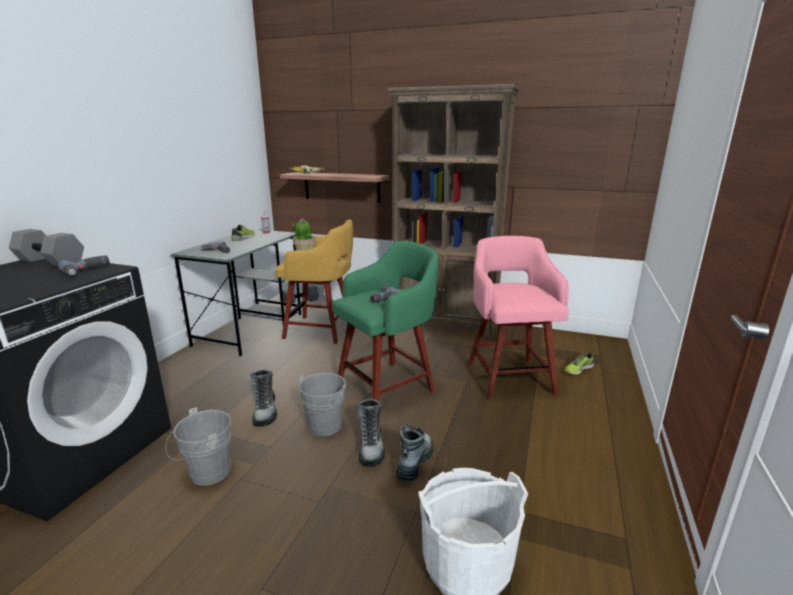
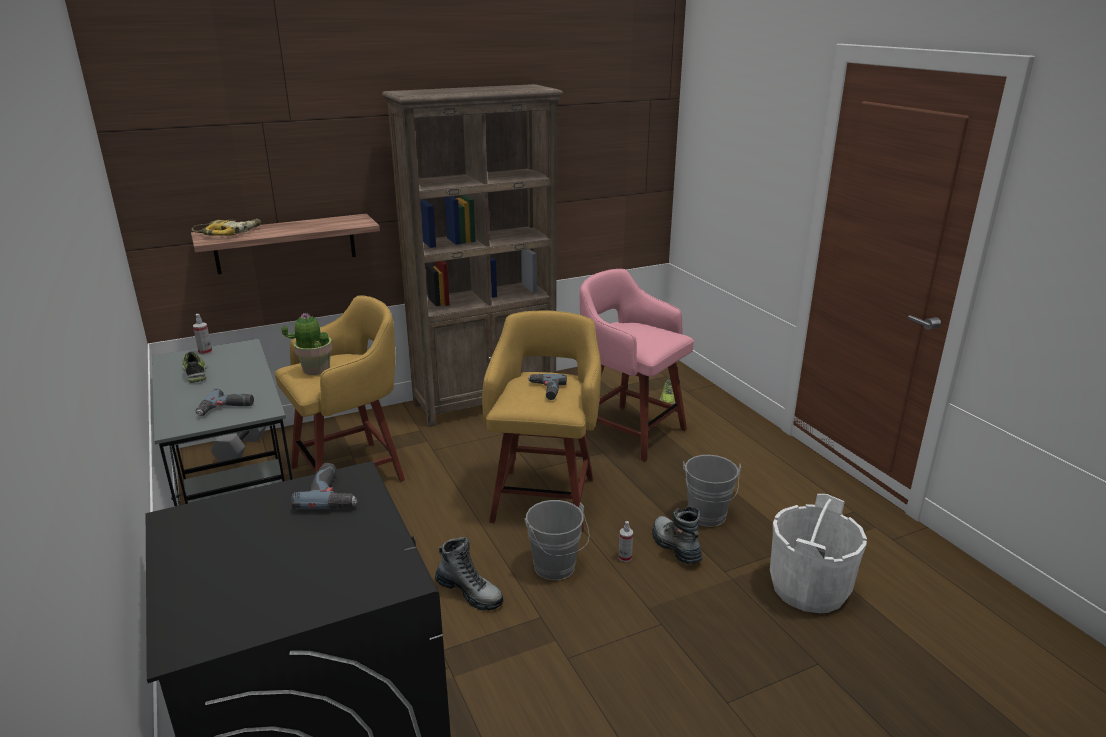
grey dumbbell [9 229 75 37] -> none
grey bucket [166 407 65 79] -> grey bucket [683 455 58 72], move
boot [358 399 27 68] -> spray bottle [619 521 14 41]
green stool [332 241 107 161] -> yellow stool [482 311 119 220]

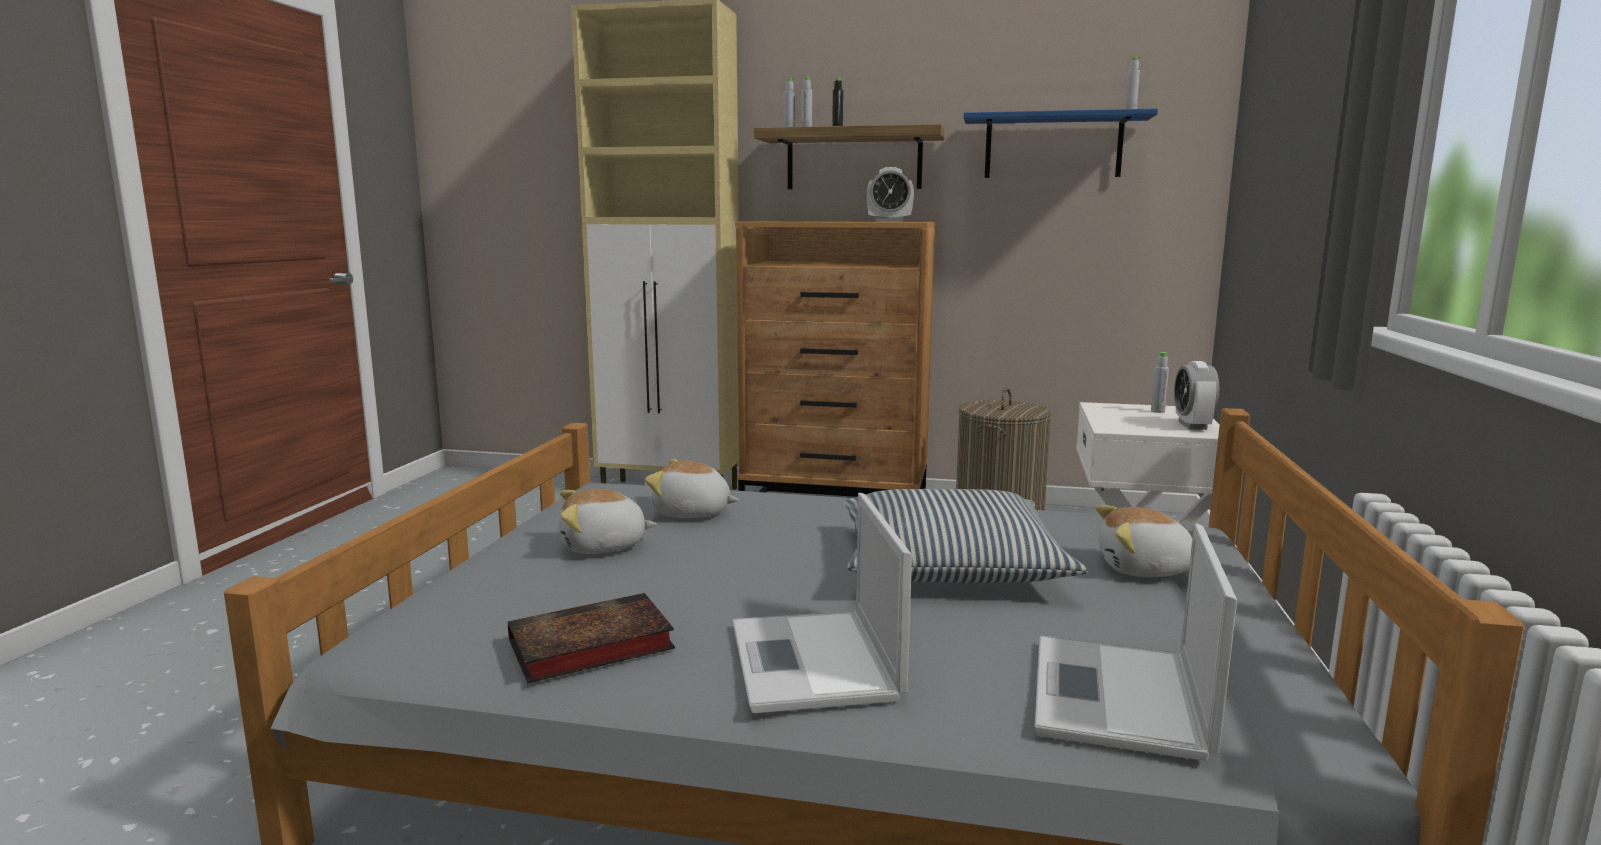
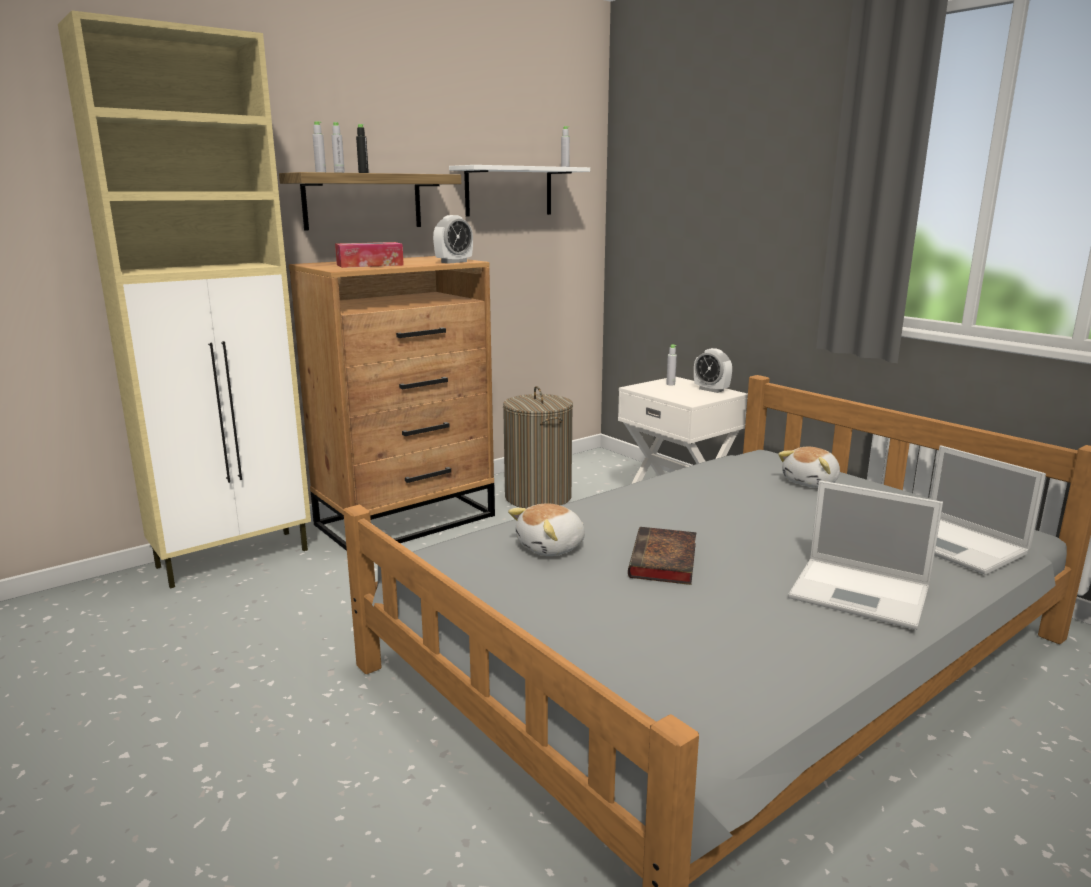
plush toy [559 489 98 65] -> none
pillow [844 489 244 94] -> none
none -> tissue box [335 242 69 26]
book [508 593 167 90] -> book [628 527 68 58], move
blue shelf [964 109 194 69] -> white shelf [449 165 141 51]

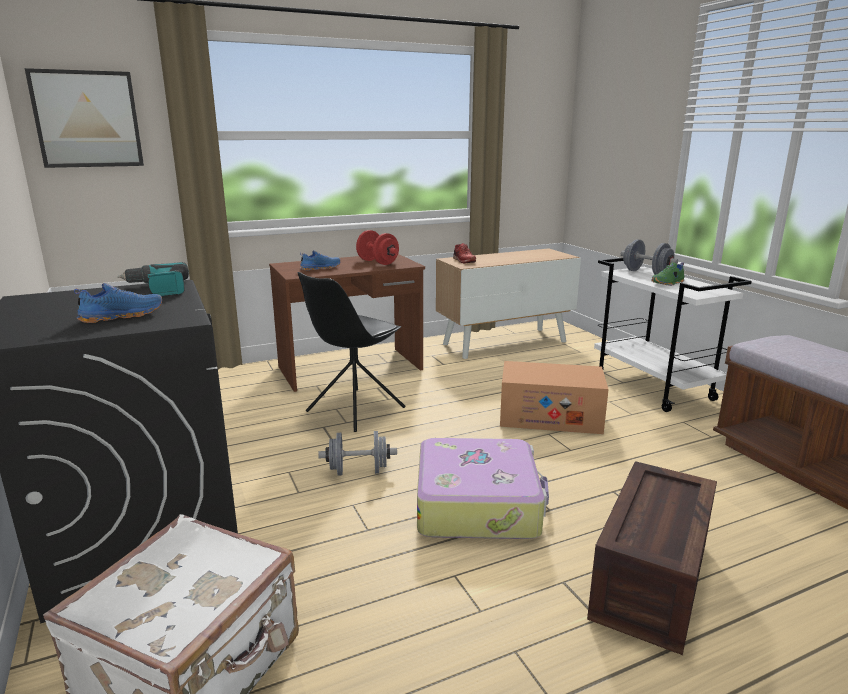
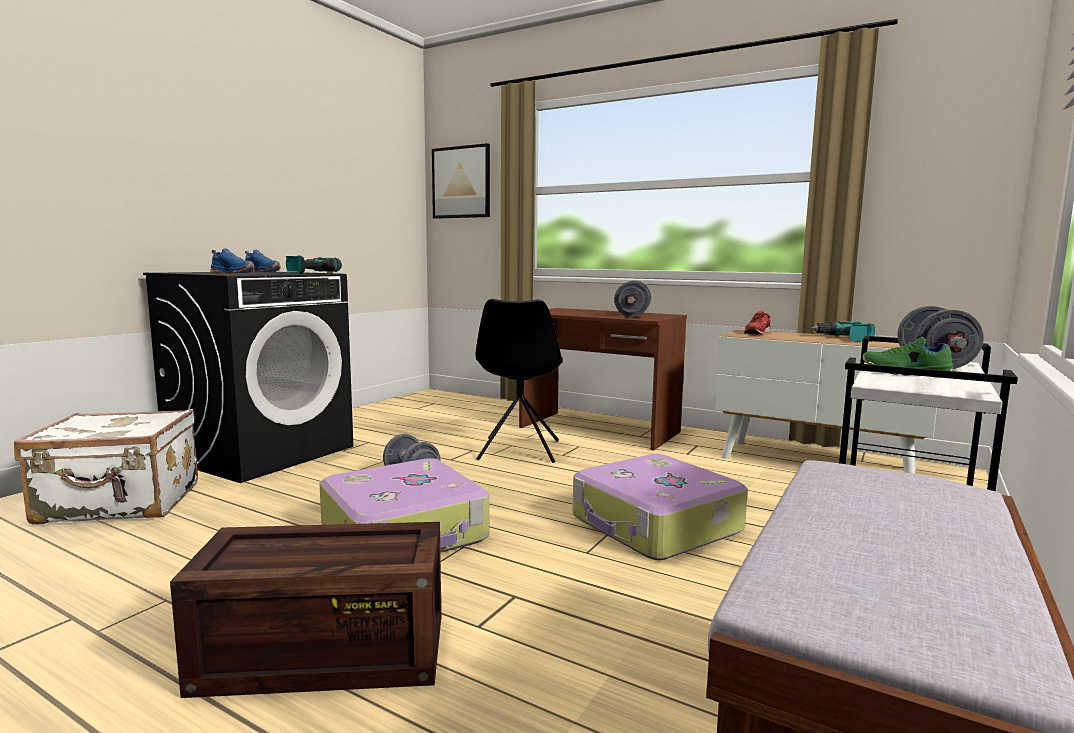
none -> power drill [811 321 64 21]
blue shoe [300 250 41 21] -> blue shoe [245 250 36 22], move
cardboard box [500 361 109 73] -> suitcase [572 454 176 106]
red dumbbell [356 230 43 35] -> grey dumbbell [614 281 37 36]
black chair [298 272 107 160] -> black chair [476 299 87 164], 90 degrees counterclockwise

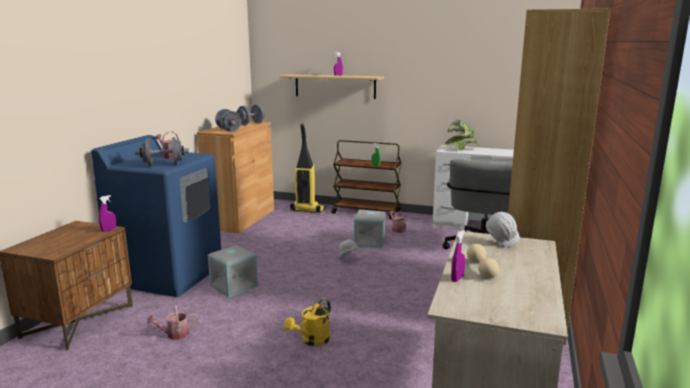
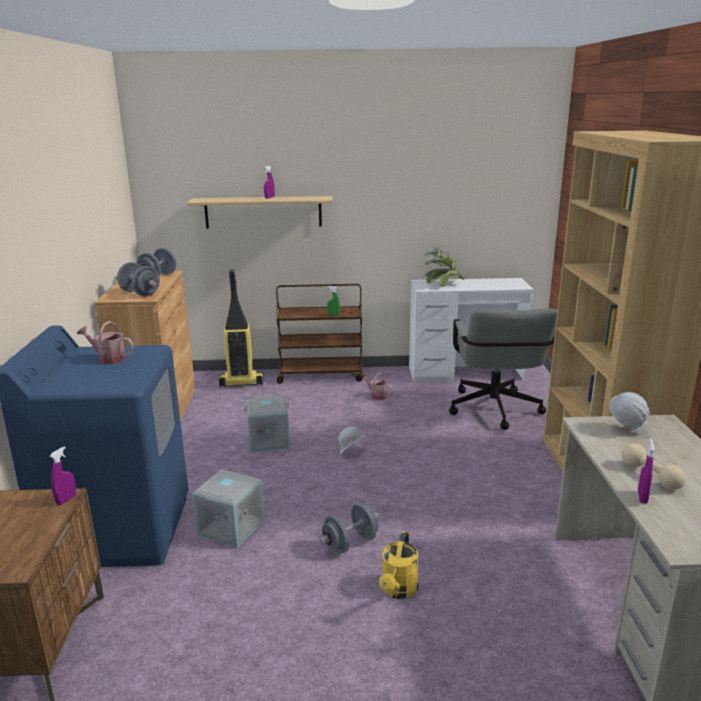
watering can [147 305 51 35] -> none
grey dumbbell [135 137 54 29] -> grey dumbbell [319 503 61 51], move
grey storage box [354 210 32 38] -> grey storage box [244 396 46 57], move

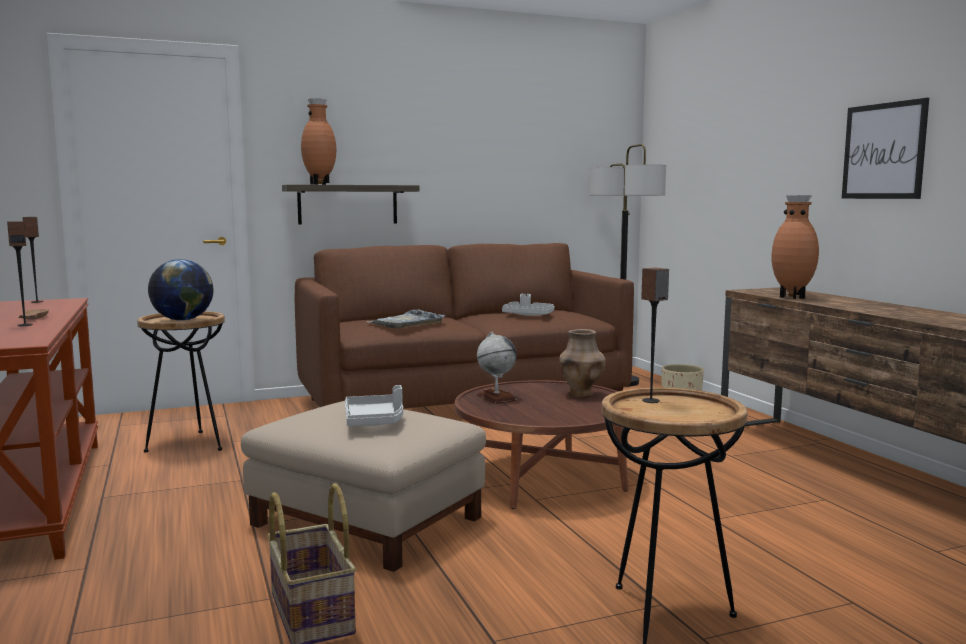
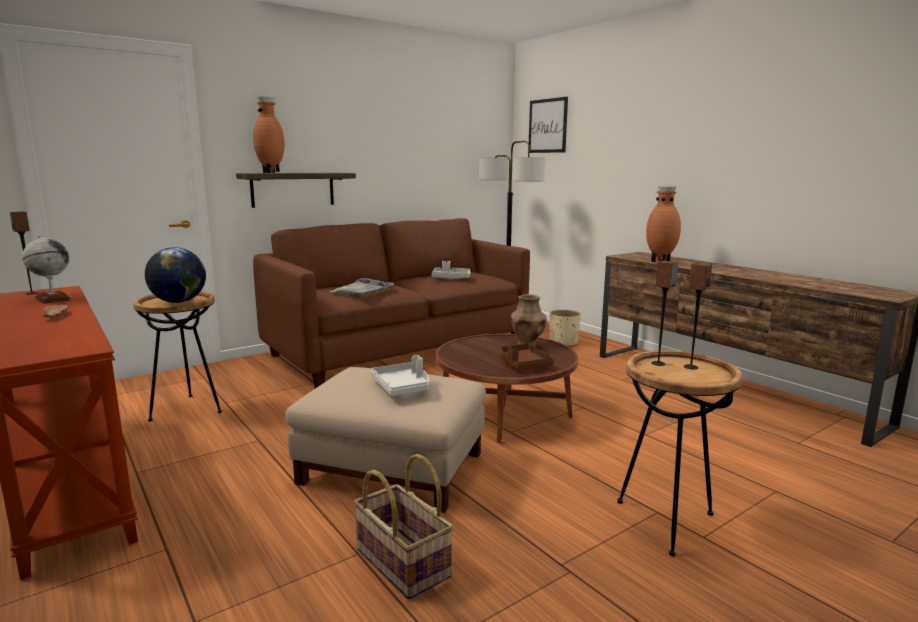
none -> brown tray [501 343 53 26]
speaker [7 221 26 105] -> speaker [684 262 28 108], move
globe [477 332 40 72] -> globe [22 235 49 69], move
picture [842 98 87 101] -> picture [529 97 39 56], move

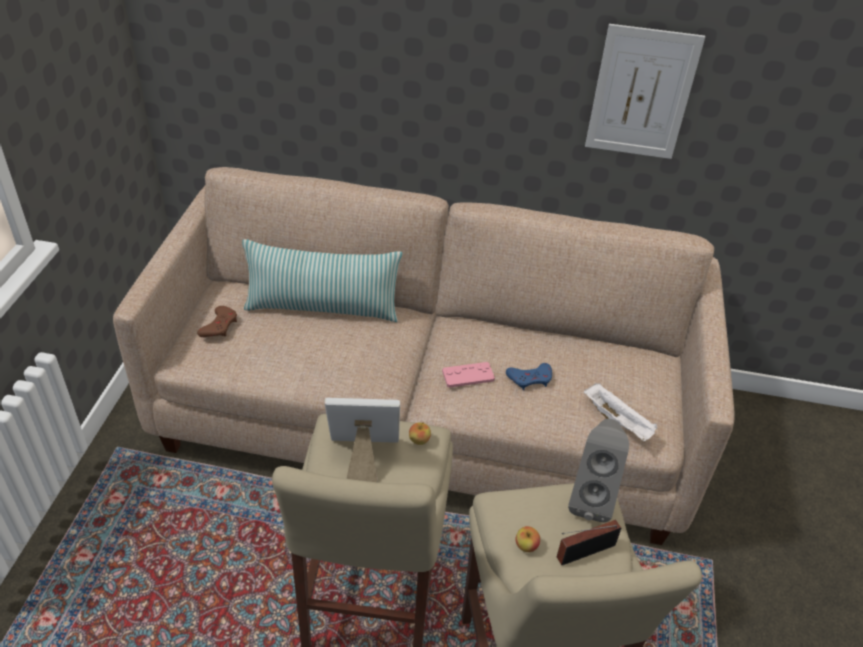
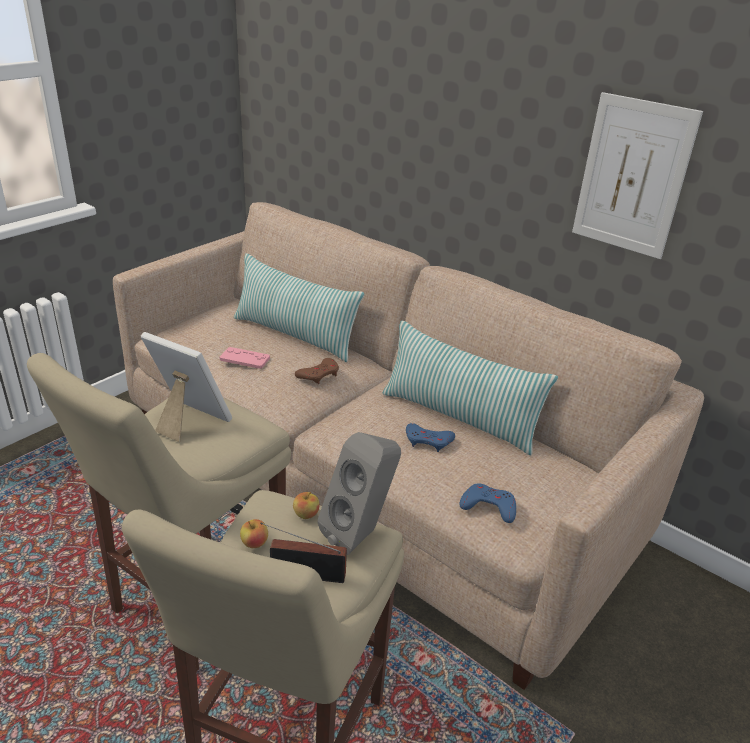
none -> pillow [383 321 175 135]
brown game controller [197 306 40 31] -> brown game controller [295 358 44 26], move
apple [409 422 22 23] -> apple [293 491 26 28], move
pink game controller [442 362 53 26] -> pink game controller [220 347 50 22], move
white tray [584 383 73 58] -> blue game controller [460 484 56 39]

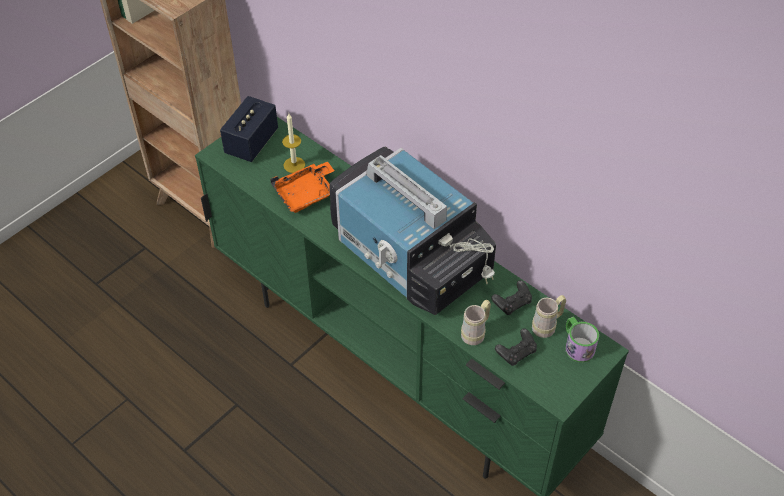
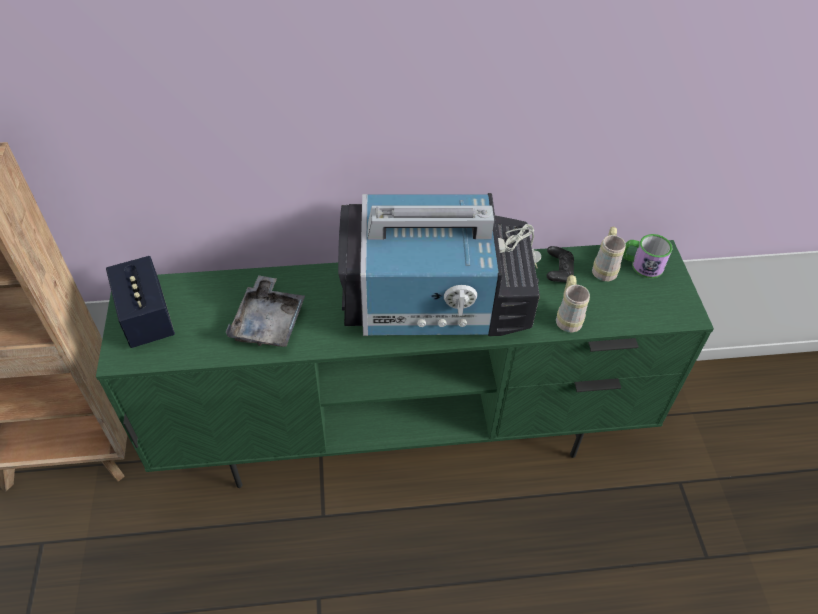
candle [282 114 23 59] -> none
black game controller [495 328 42 38] -> none
orange tray [270 161 65 52] -> grey tray [226 275 79 72]

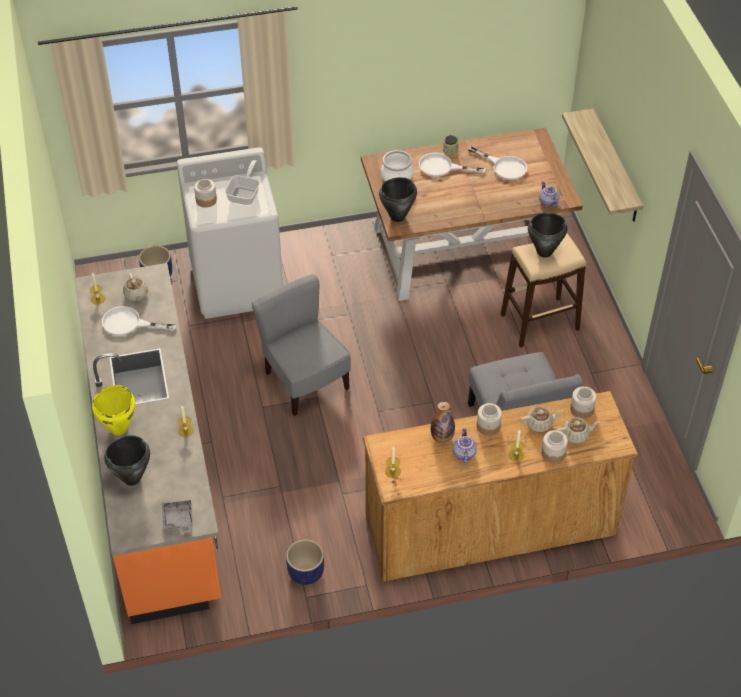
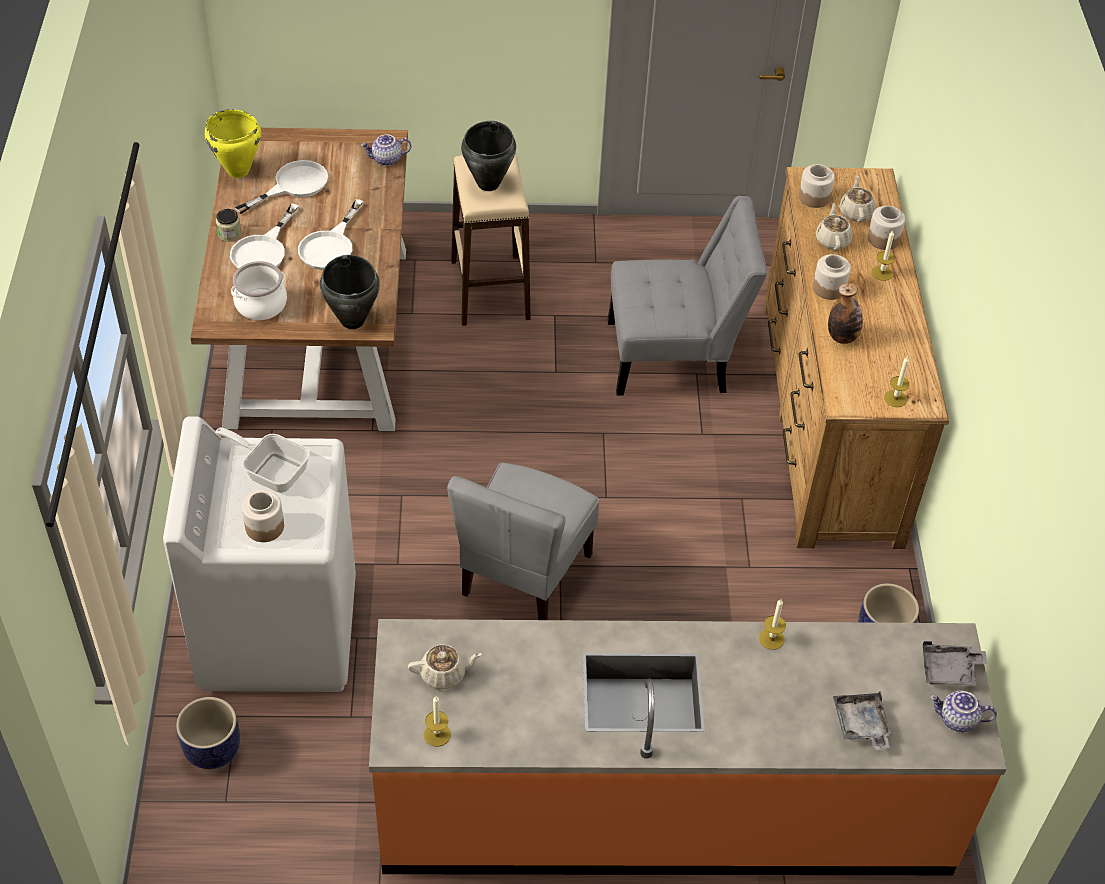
shelf [562 109 81 113] -> none
yellow cooking pot [92 385 43 50] -> yellow cooking pot [205 109 56 69], move
white frying pan [102 306 74 30] -> white frying pan [298 199 66 71], move
teapot [453 427 24 38] -> teapot [930 691 67 41], move
black cooking pot [104 435 46 51] -> grey tray [833 691 58 59]
grey chair [251 274 100 142] -> grey chair [447 463 152 157], 45 degrees counterclockwise

